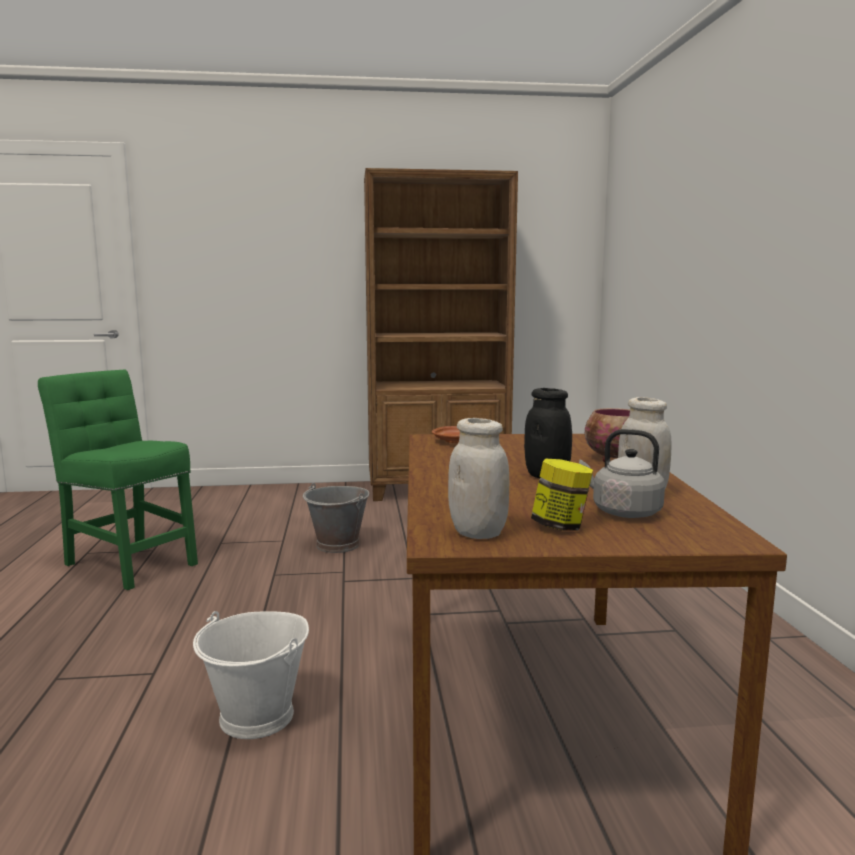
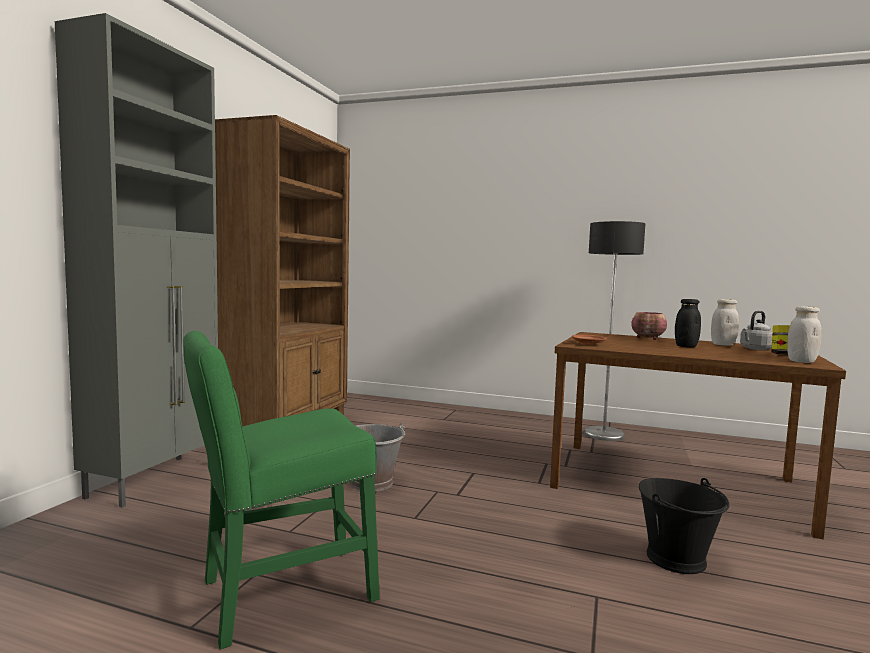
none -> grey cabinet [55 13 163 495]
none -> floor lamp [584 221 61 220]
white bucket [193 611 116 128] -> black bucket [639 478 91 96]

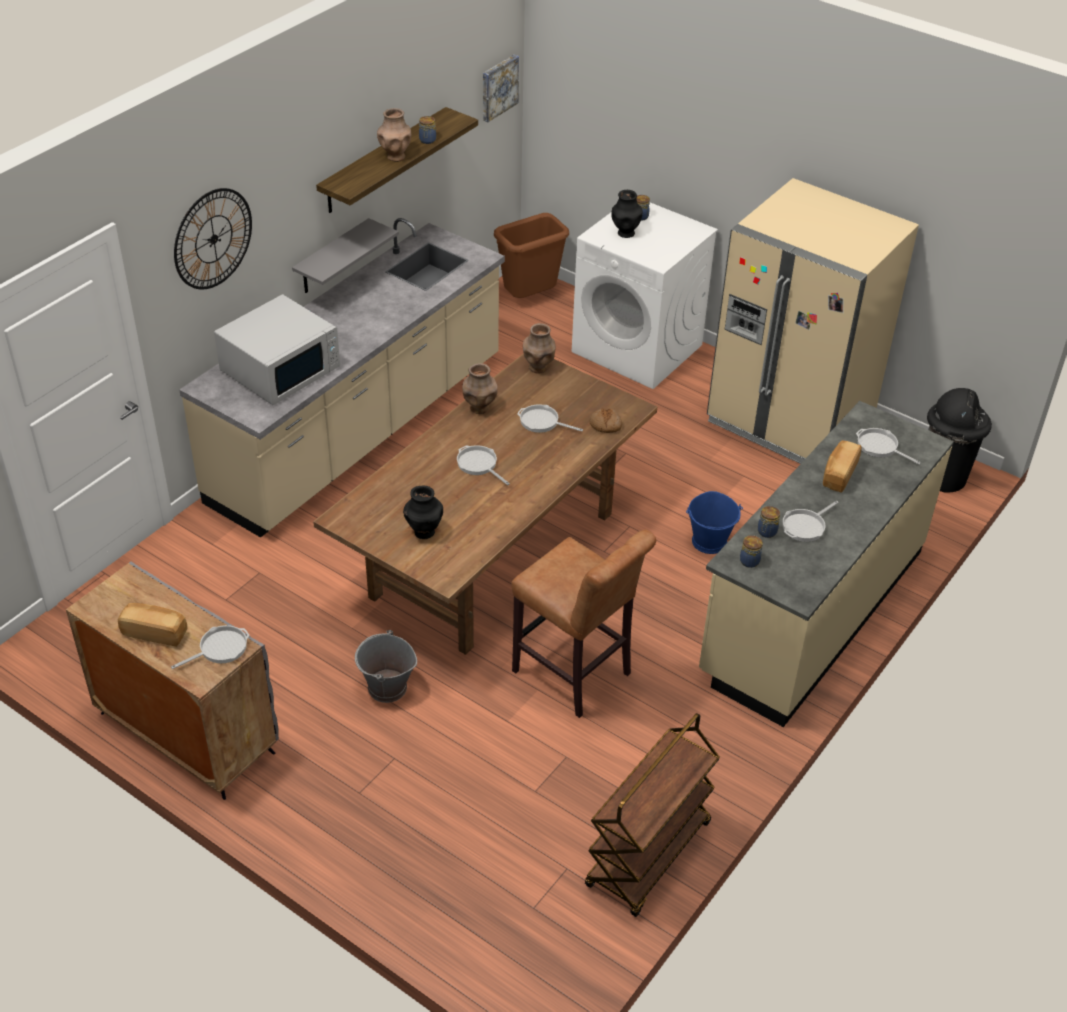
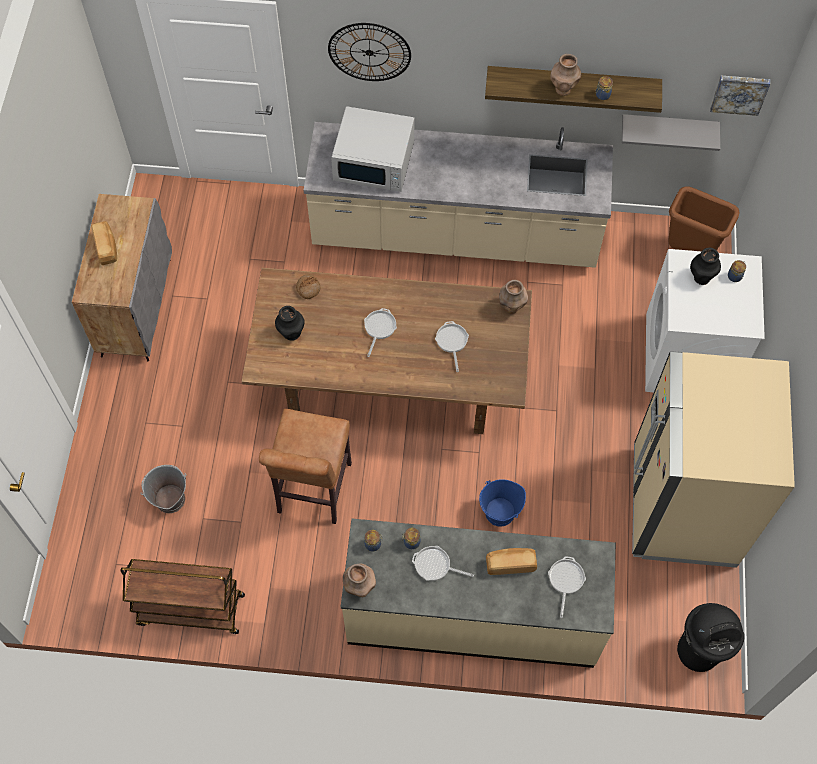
frying pan [171 625 79 44] -> none
grey shelf [292 218 107 75] -> grey shelf [622 114 98 37], move
grey bucket [355 630 62 73] -> grey bucket [141 465 45 48], move
brown vase [462 363 36 51] -> brown vase [343 564 33 33], move
bread [590 408 32 25] -> bread [296 274 25 25], move

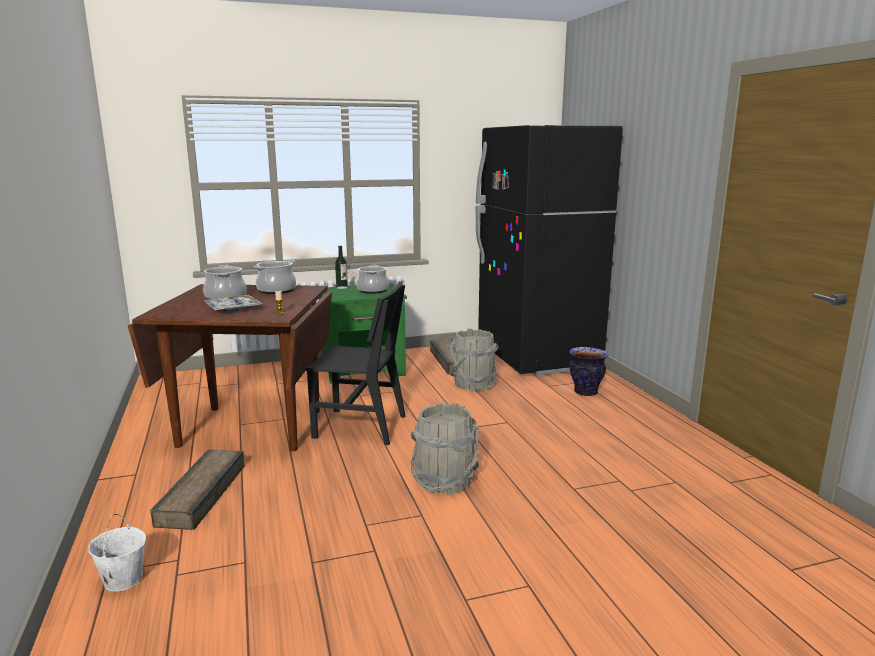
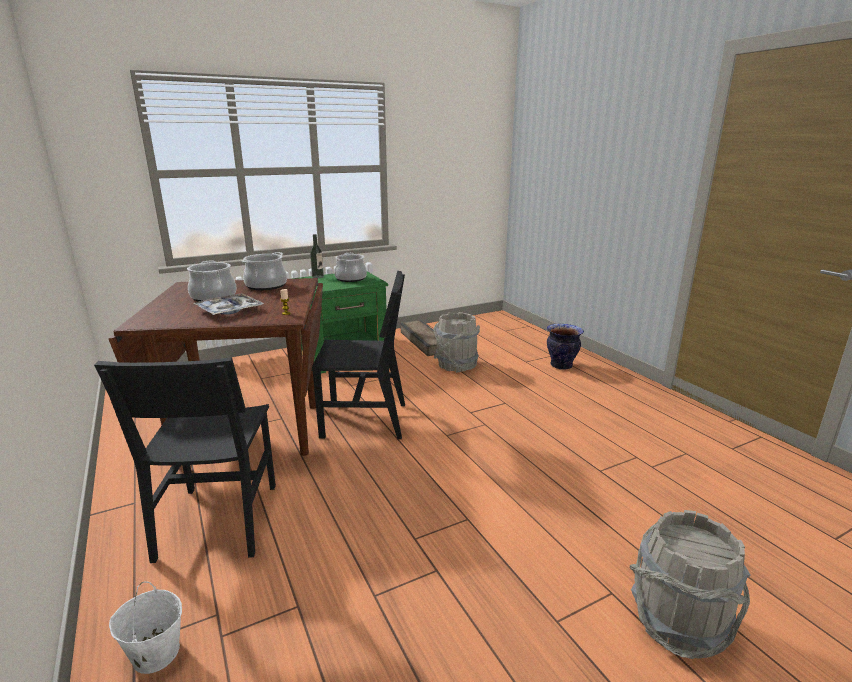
black fridge [476 125 147 251] -> none
grey bucket [411 403 68 92] -> grey bucket [629 510 122 149], move
crate [150 449 95 81] -> black chair [94 357 182 206]

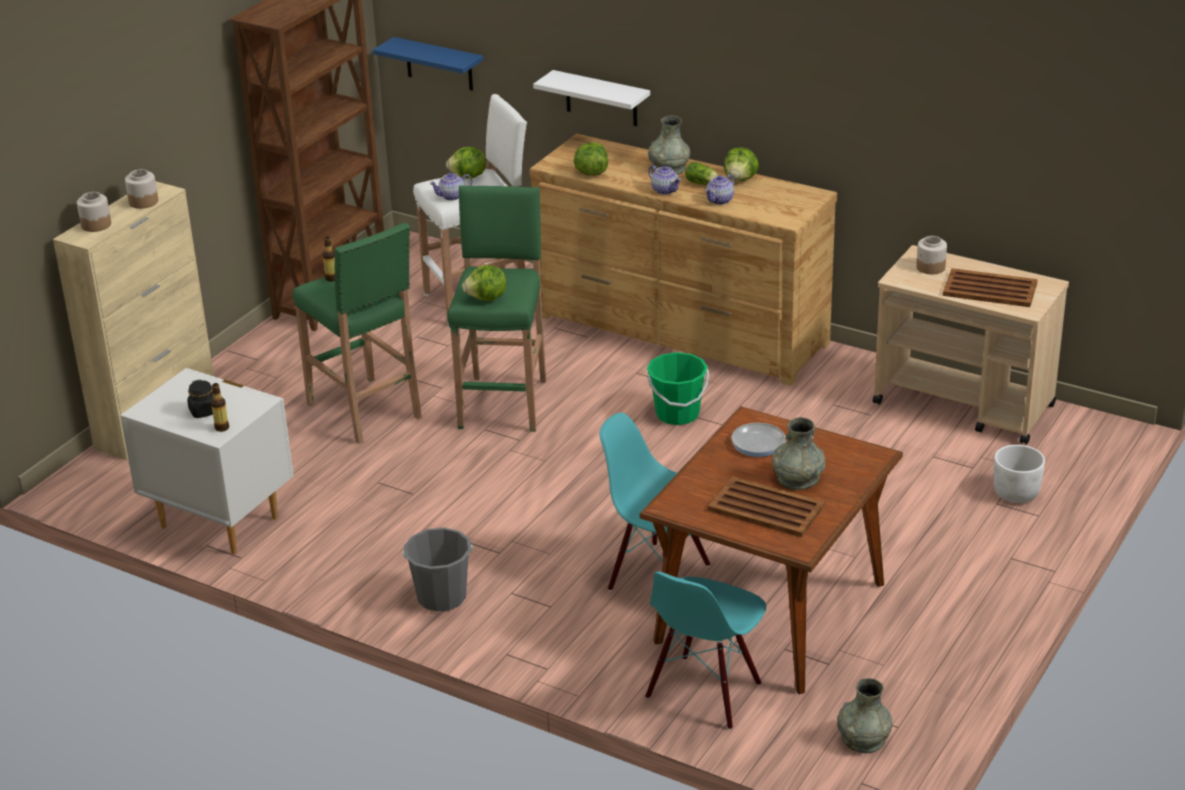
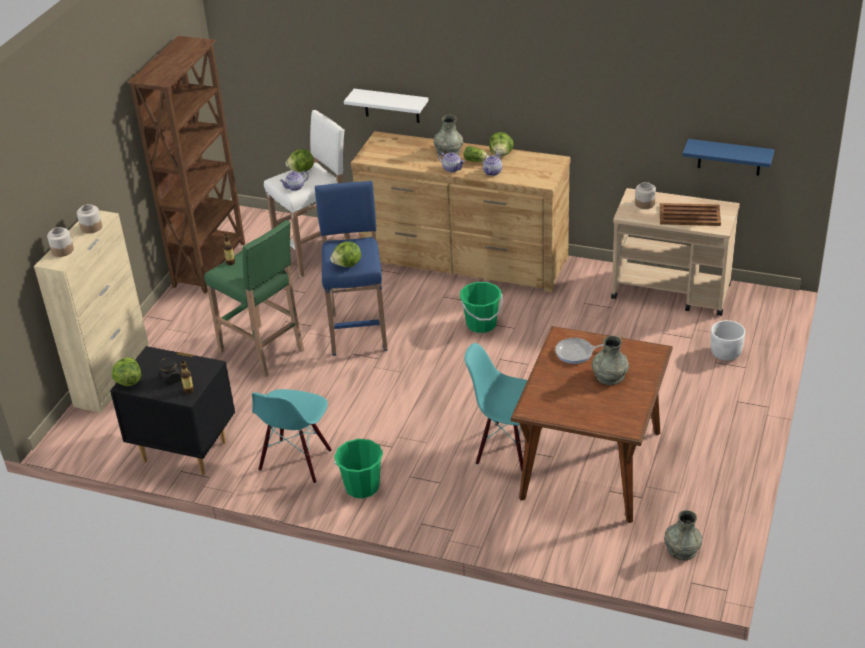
brown tray [708 476 117 61] -> none
blue shelf [373 37 110 54] -> blue shelf [682 139 92 37], move
lettuce [574 142 34 34] -> lettuce [112 357 29 29], move
turquoise chair [645 571 121 159] -> turquoise chair [252 389 80 95], move
white nightstand [120 368 174 186] -> black nightstand [110 346 125 129]
grey bucket [403 527 70 85] -> green bucket [334 439 49 60]
green stool [447 185 99 247] -> blue stool [315 181 73 175]

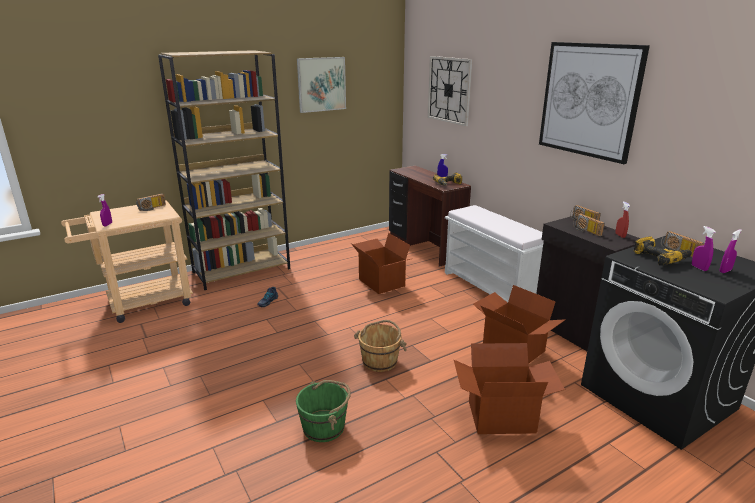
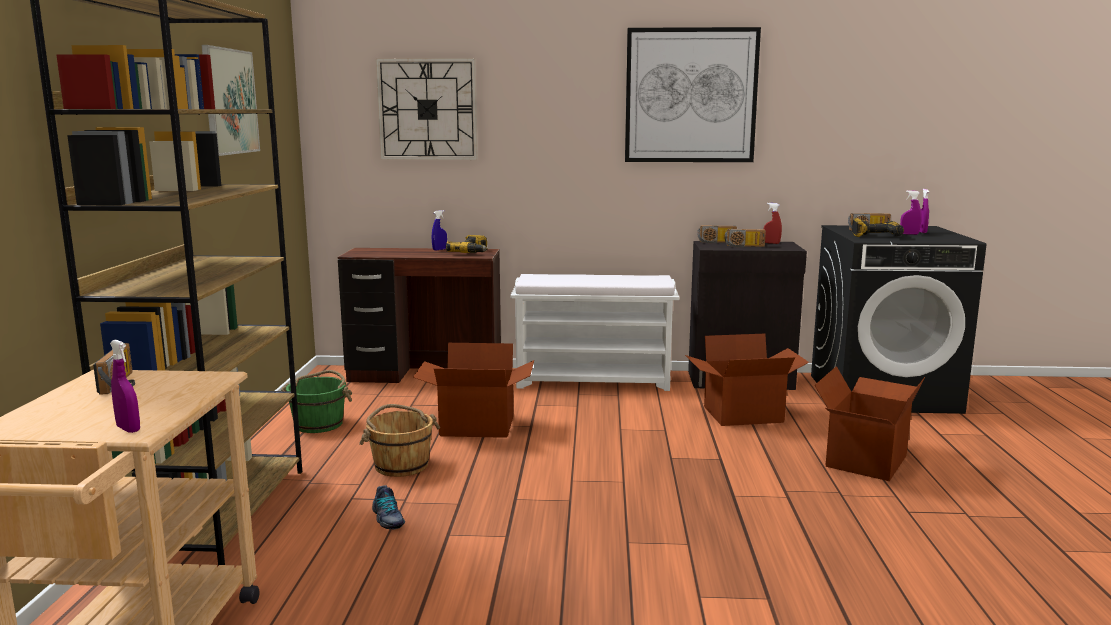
green bucket [296 380 55 62] -> green bucket [281 370 71 63], move
brown bucket [354 320 53 52] -> brown bucket [359 404 81 73], move

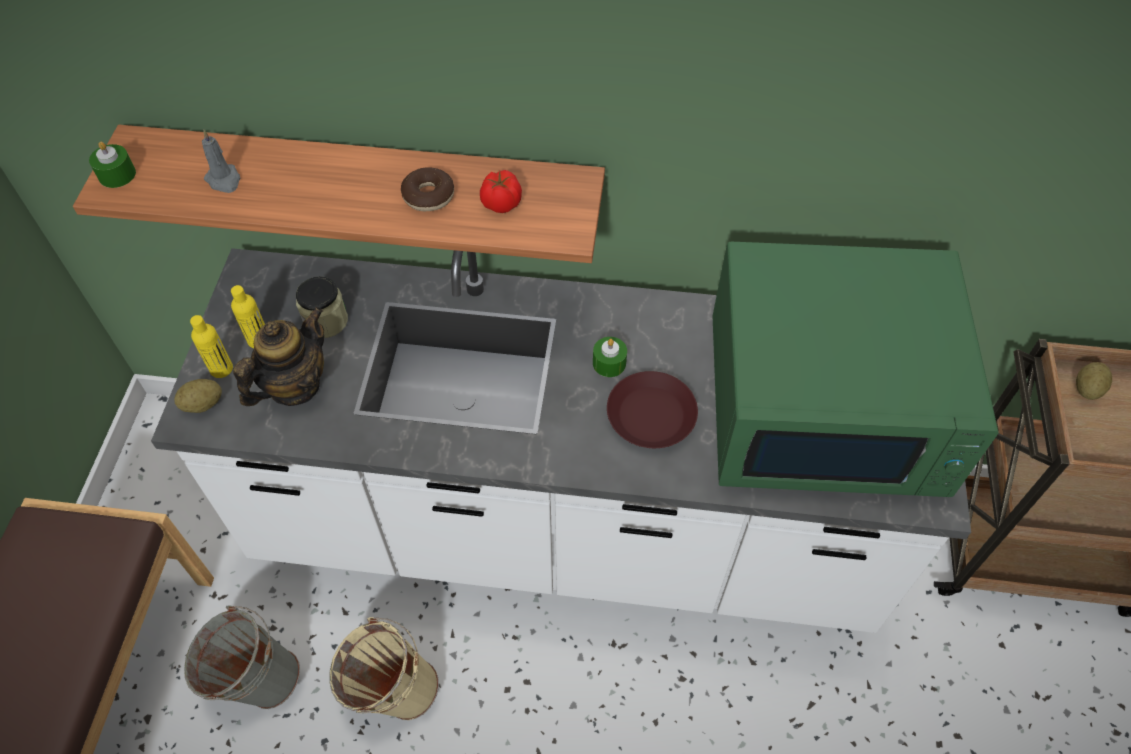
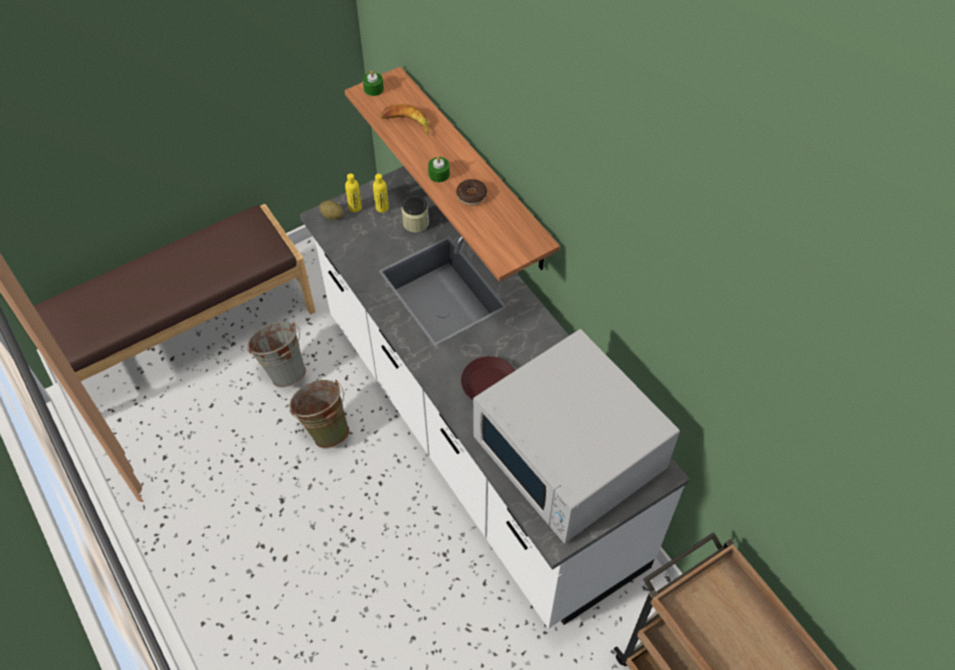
teapot [233 307 91 99] -> none
tomato [480 170 42 43] -> none
potato [1076 362 36 38] -> none
green candle [593 337 34 40] -> green candle [428 156 22 26], move
grey candle [202 130 38 63] -> banana [380 104 49 32]
beige bucket [329 617 110 103] -> green bucket [289 380 61 69]
green microwave [713 242 286 255] -> white microwave [473 329 207 215]

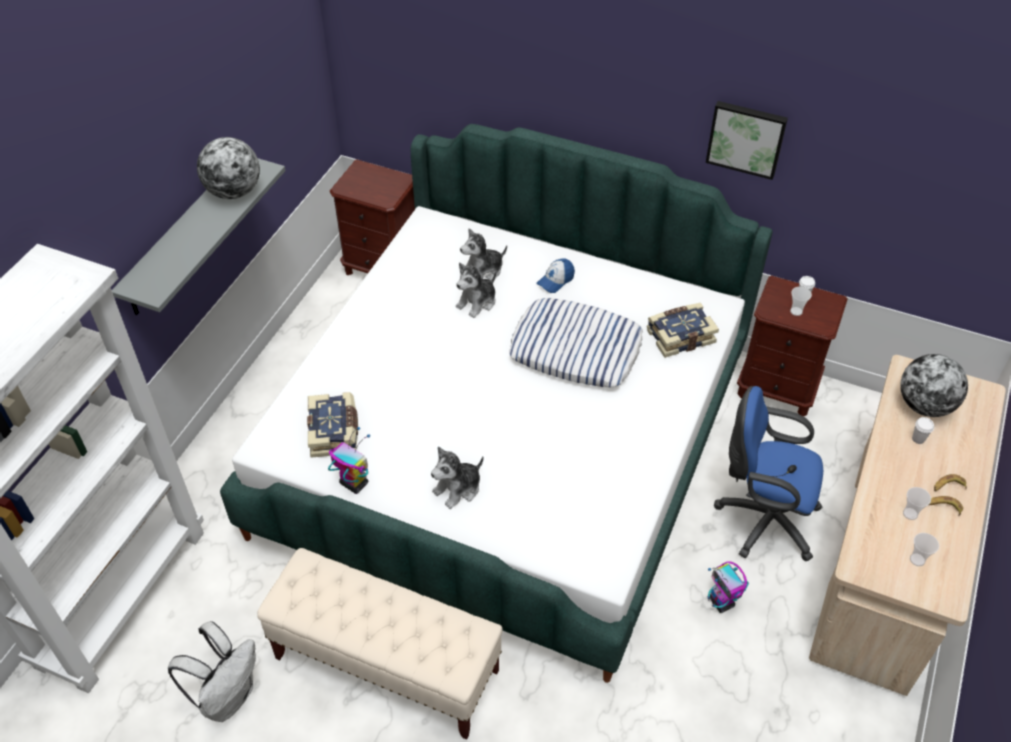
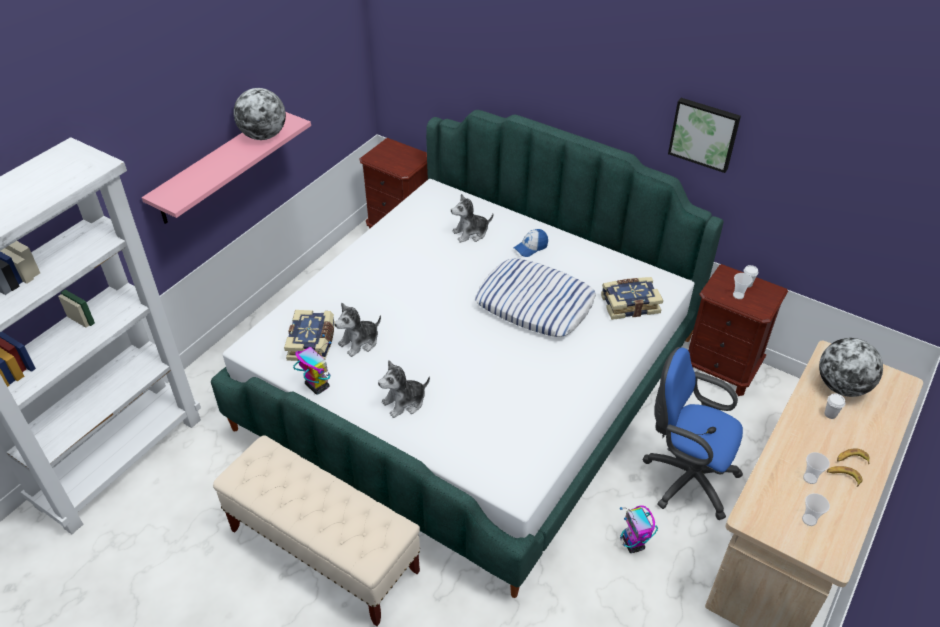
white backpack [168 621 88 101] -> none
plush toy [456 263 40 55] -> plush toy [334 303 47 54], move
grey shelf [112 158 174 157] -> pink shelf [142 112 169 112]

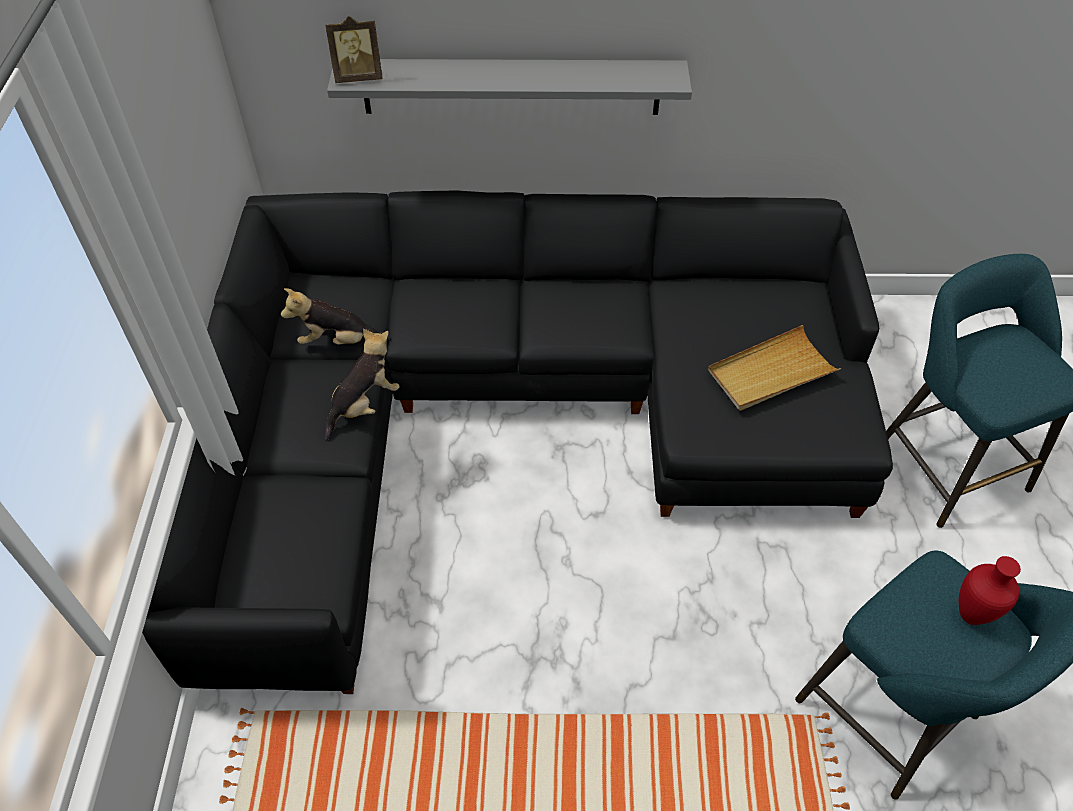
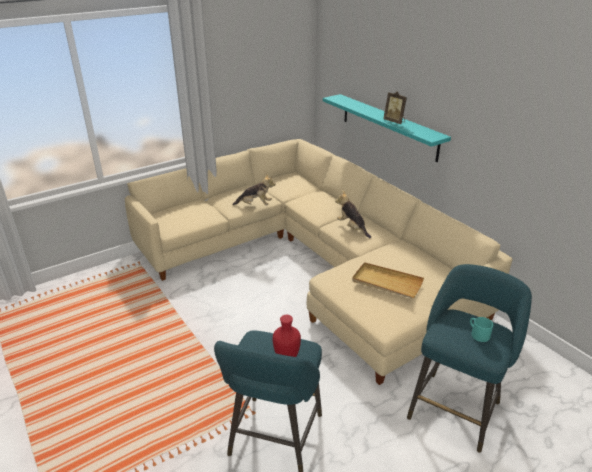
none -> turquoise mug [470 317 23 25]
plush toy [281 288 109 57] -> plush toy [335 190 36 48], move
picture frame [325 16 57 67] -> picture frame [383 91 24 33], move
black sofa [142 190 751 504] -> beige sofa [125 139 387 246]
grey shelf [327 59 365 56] -> turquoise shelf [323 94 128 68]

